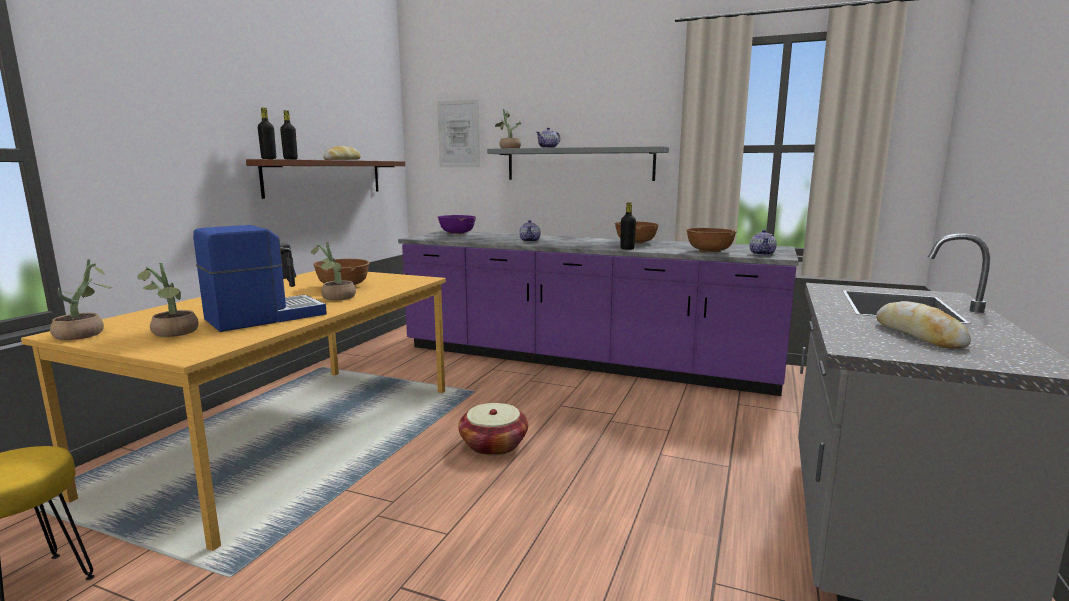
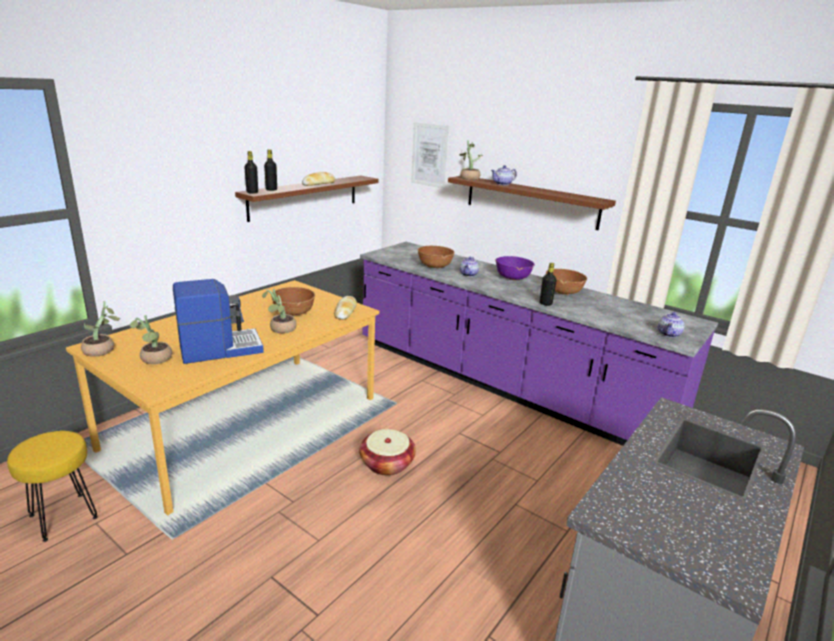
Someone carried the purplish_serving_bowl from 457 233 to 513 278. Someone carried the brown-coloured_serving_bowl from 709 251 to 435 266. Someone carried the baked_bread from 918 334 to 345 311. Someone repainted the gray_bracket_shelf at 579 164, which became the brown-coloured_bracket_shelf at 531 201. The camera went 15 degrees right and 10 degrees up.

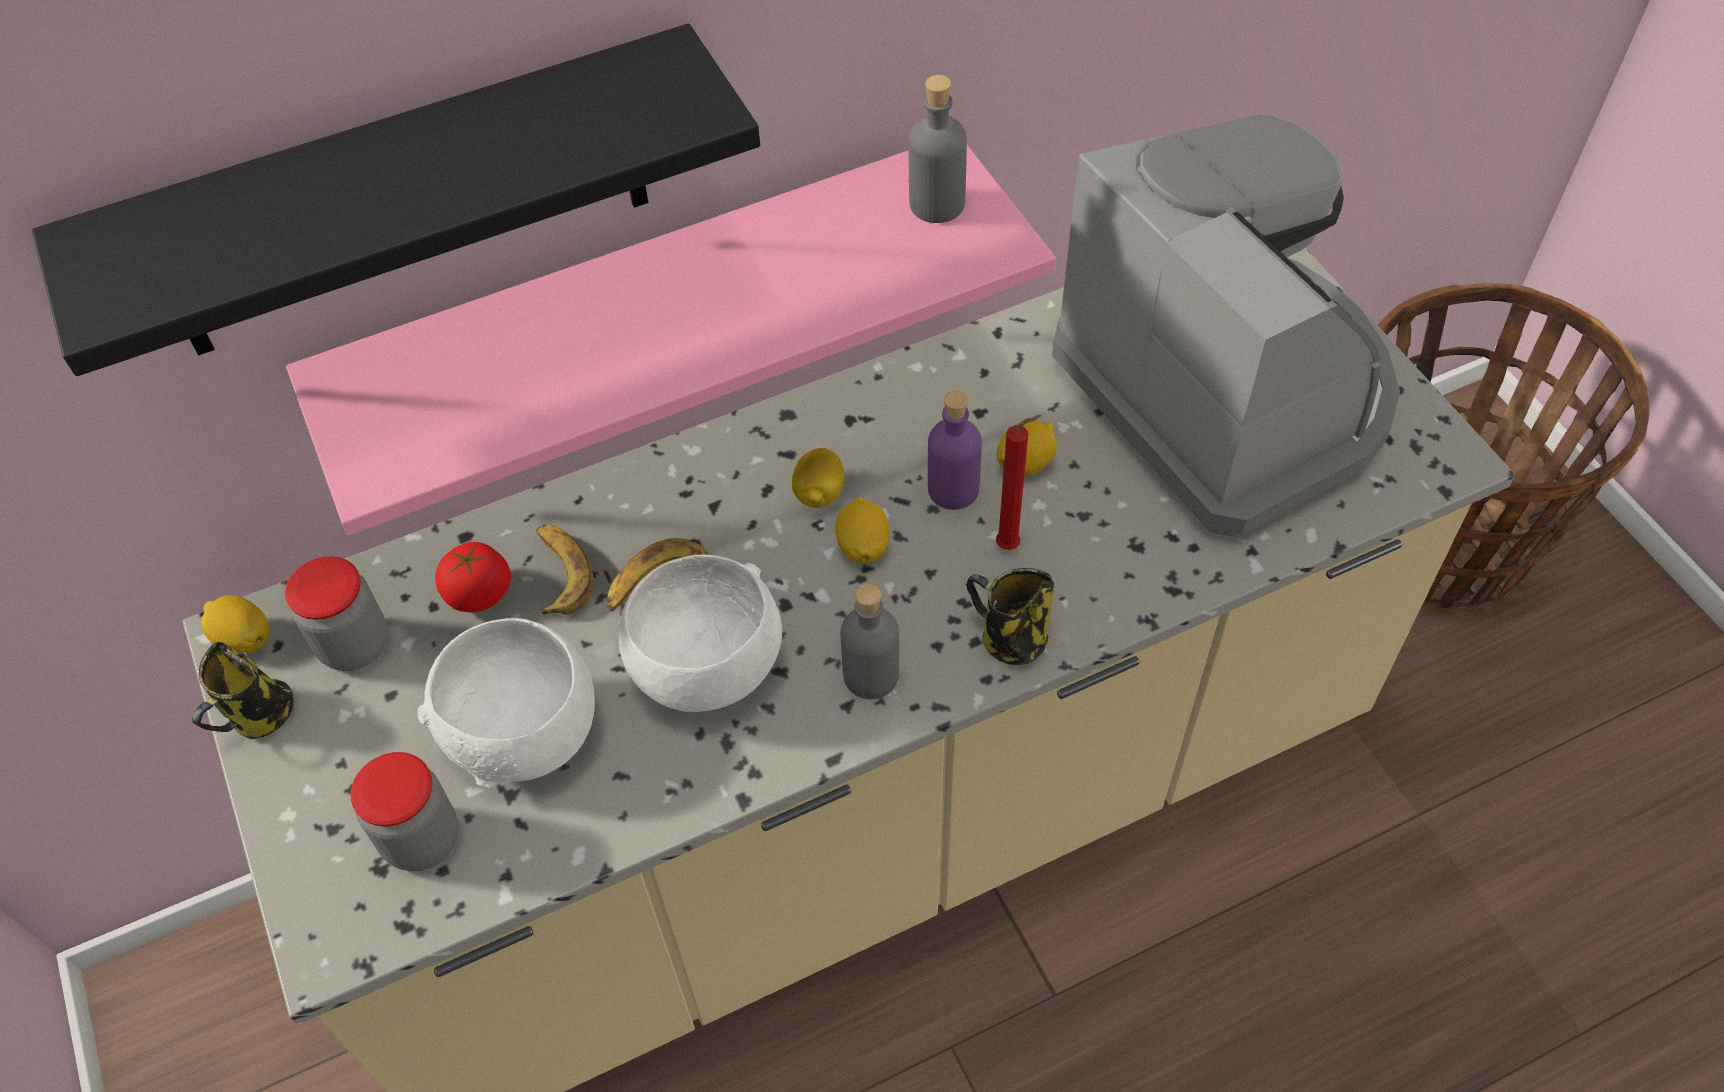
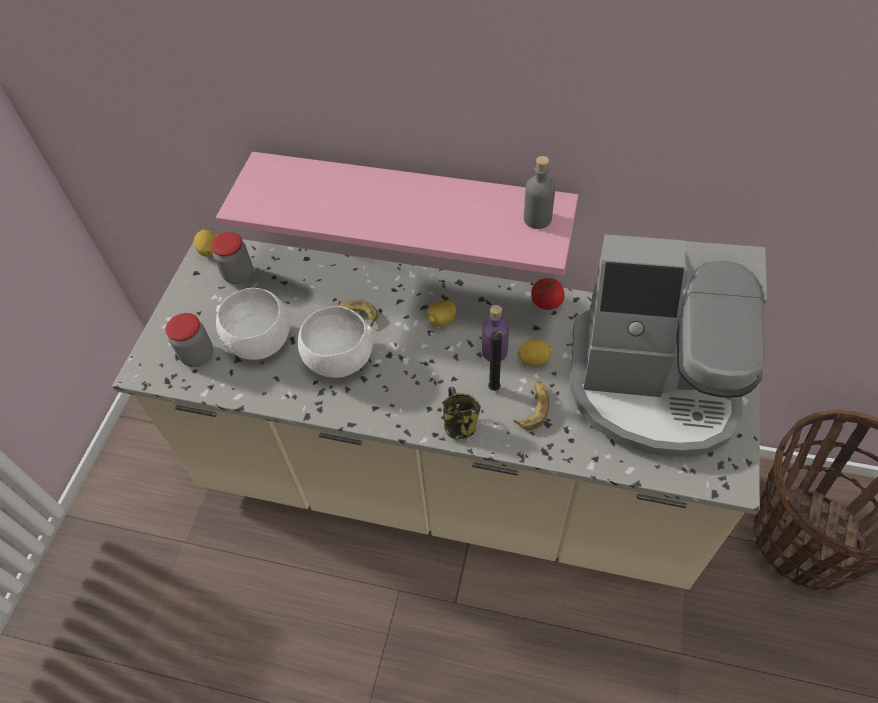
Someone took away the black-coloured_bracket_shelf at 404 200. Someone took away the coffee_mug at 259 716. Someone took away the whole_lemon at 863 546. Someone took away the gray_beverage_bottle at 871 675. Someone carried the tomato from 479 594 to 546 302. Someone carried the banana from 560 573 to 533 408. Someone repainted the reddish_wax_light at 1011 545, which became the black-coloured_wax_light at 496 389. Someone rotated the coffee_brewer at 1228 392 by 90 degrees clockwise. The camera went 40 degrees right and 0 degrees up.

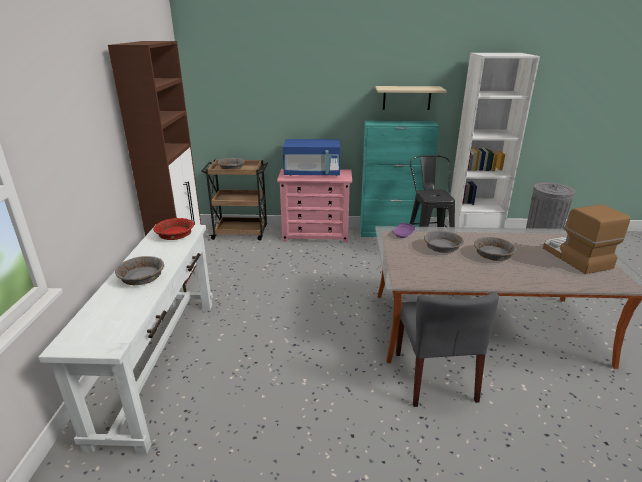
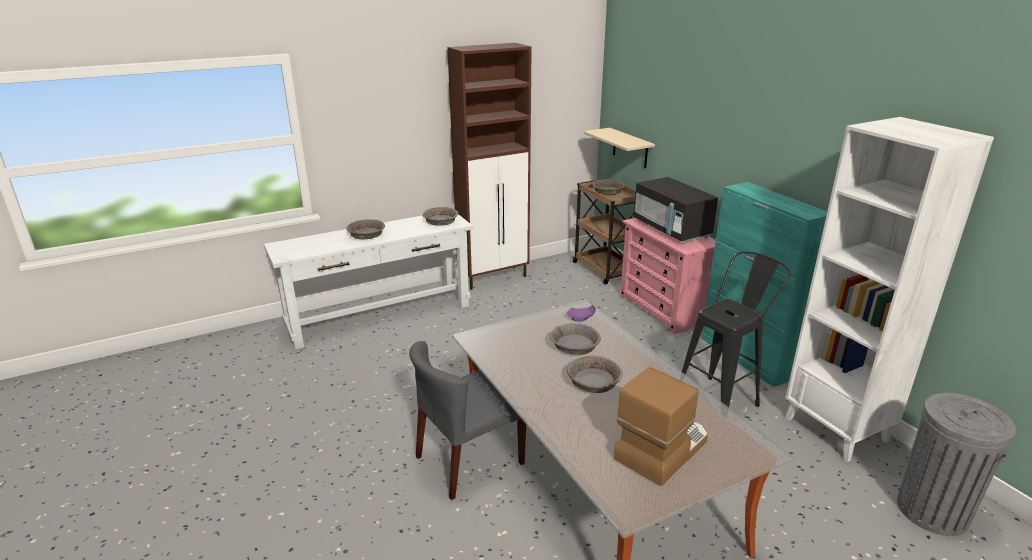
Someone carried the beige_bracket_shelf from 406 98 to 630 148. Someone repainted the reddish_serving_bowl at 175 235, which became the gray_serving_bowl at 440 222. Someone repainted the blue_microwave at 312 173, which became the black-coloured_microwave at 671 229. The camera went 60 degrees right and 0 degrees up.

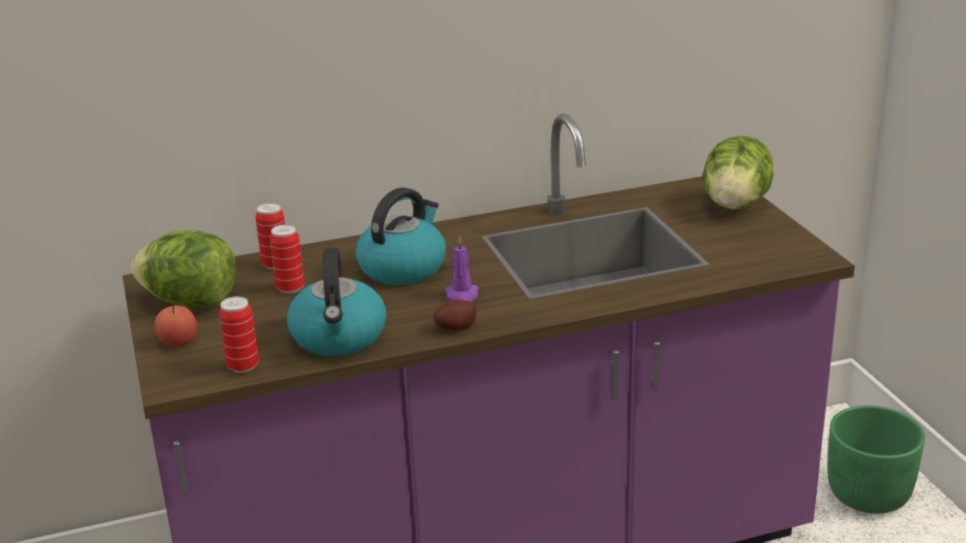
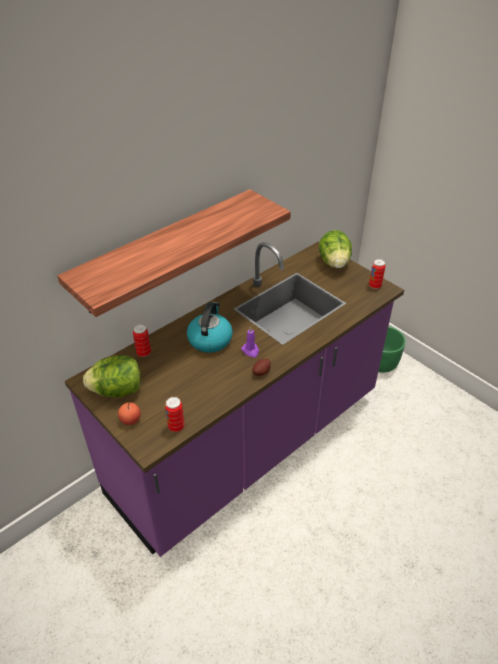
Someone took away the tea_kettle at 339 338. Someone put up the bracket_shelf at 165 251. Someone carried the can from 290 288 to 375 286. The camera went 25 degrees left and 15 degrees up.

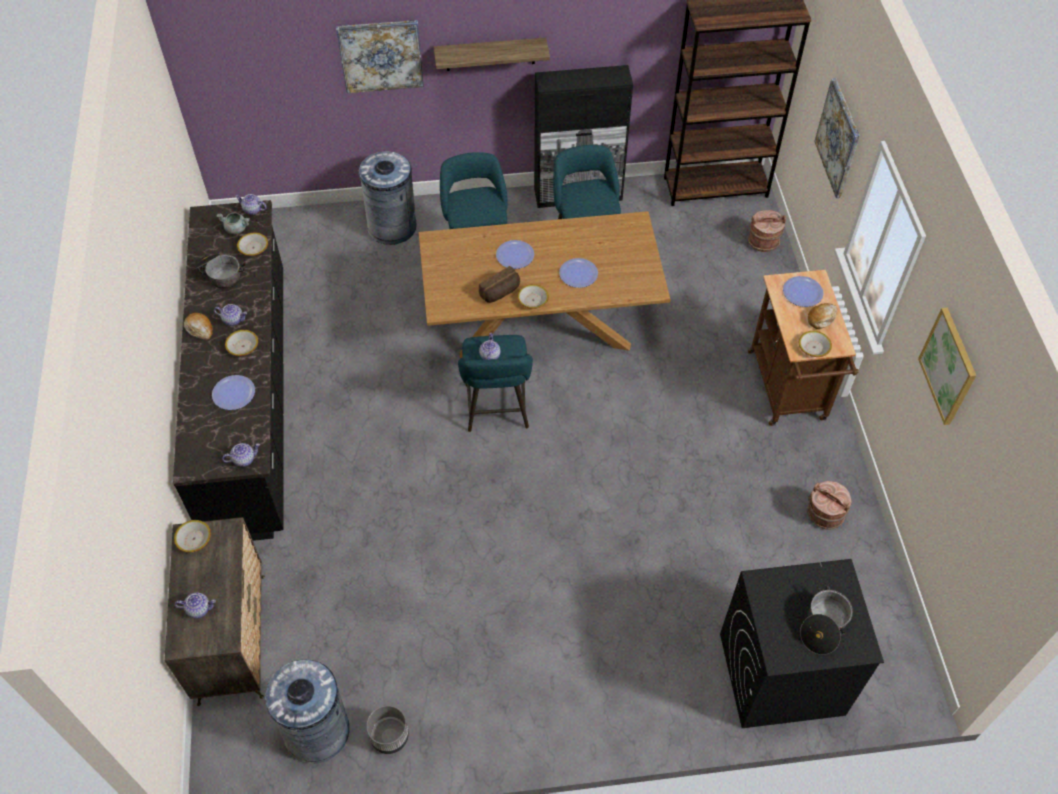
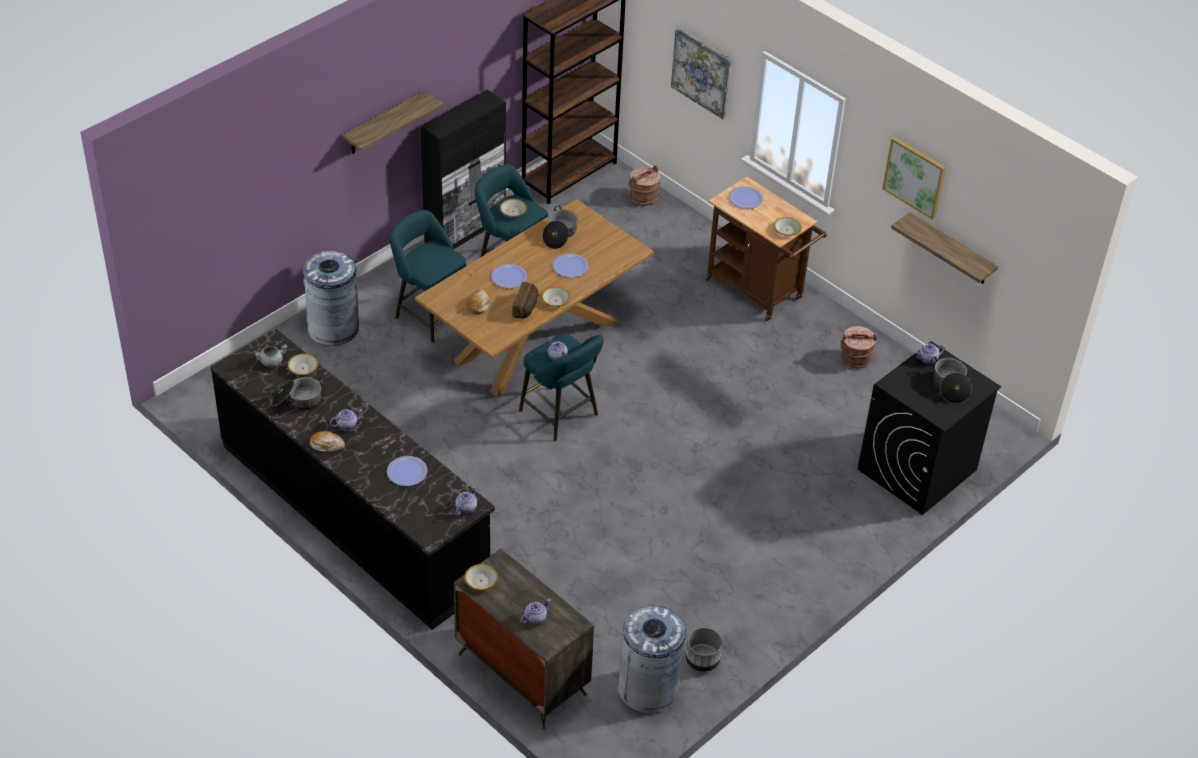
Someone took away the wall_picture at 381 56. Someone put down the saucepot at 559 235. Someone put up the bracket_shelf at 950 250. Someone carried the serving_bowl from 243 346 to 513 212. Someone carried the pot_for_tea from 252 210 to 927 359. Someone carried the baked_bread from 821 318 to 478 305. The camera went 40 degrees left and 10 degrees down.

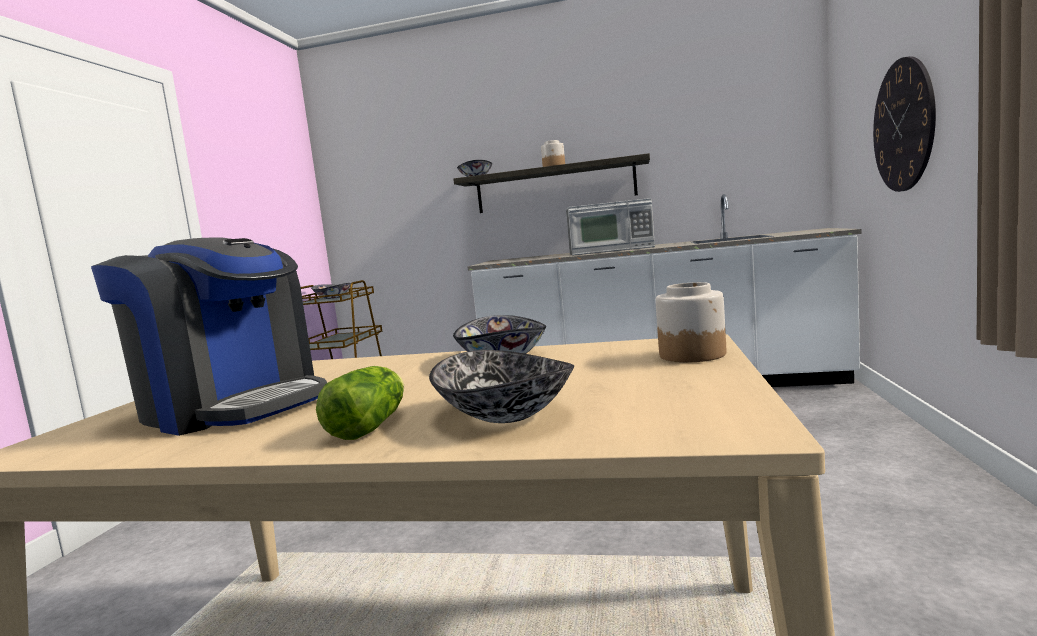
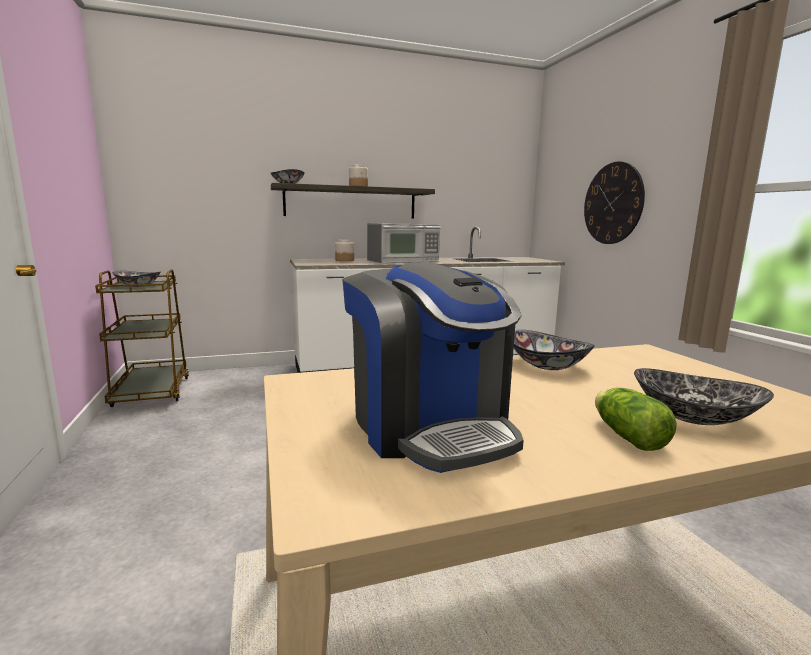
Someone carried the jar from 692 354 to 344 260. Someone rotated the coffee_brewer at 232 406 by 60 degrees clockwise. The camera went 30 degrees left and 5 degrees up.

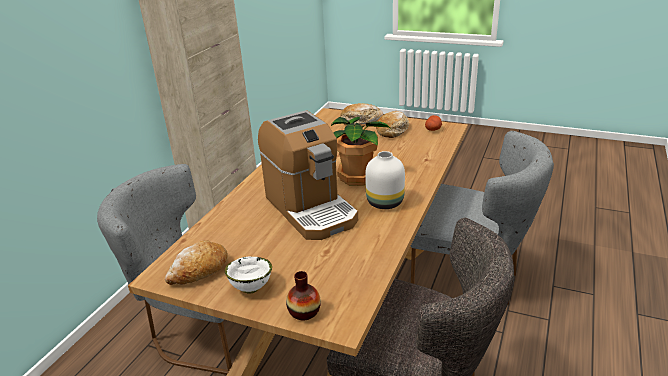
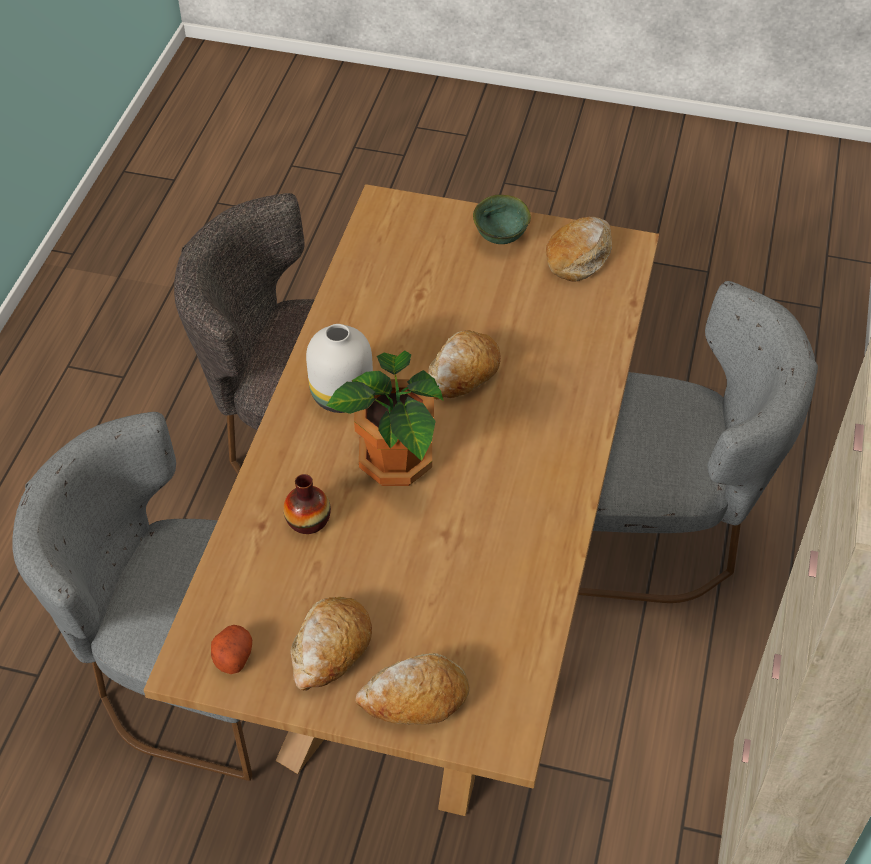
Someone carried the flower_vase from 304 312 to 308 520. Someone swapped the coffee_brewer at 310 209 for the baked_bread at 462 374. Someone repainted the whitish_serving_bowl at 250 288, which became the greenish_serving_bowl at 502 238. The camera went 170 degrees right and 20 degrees up.

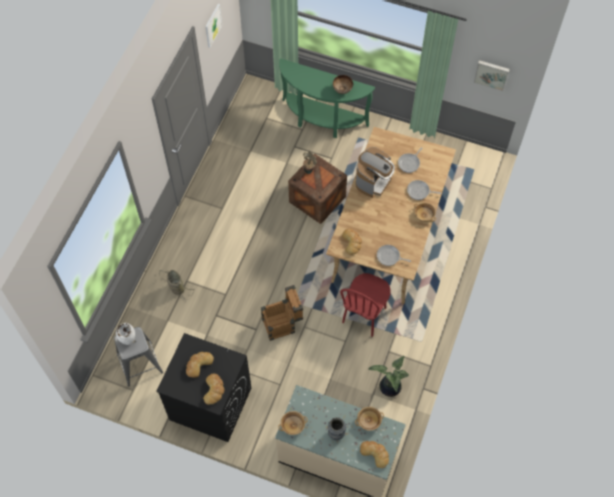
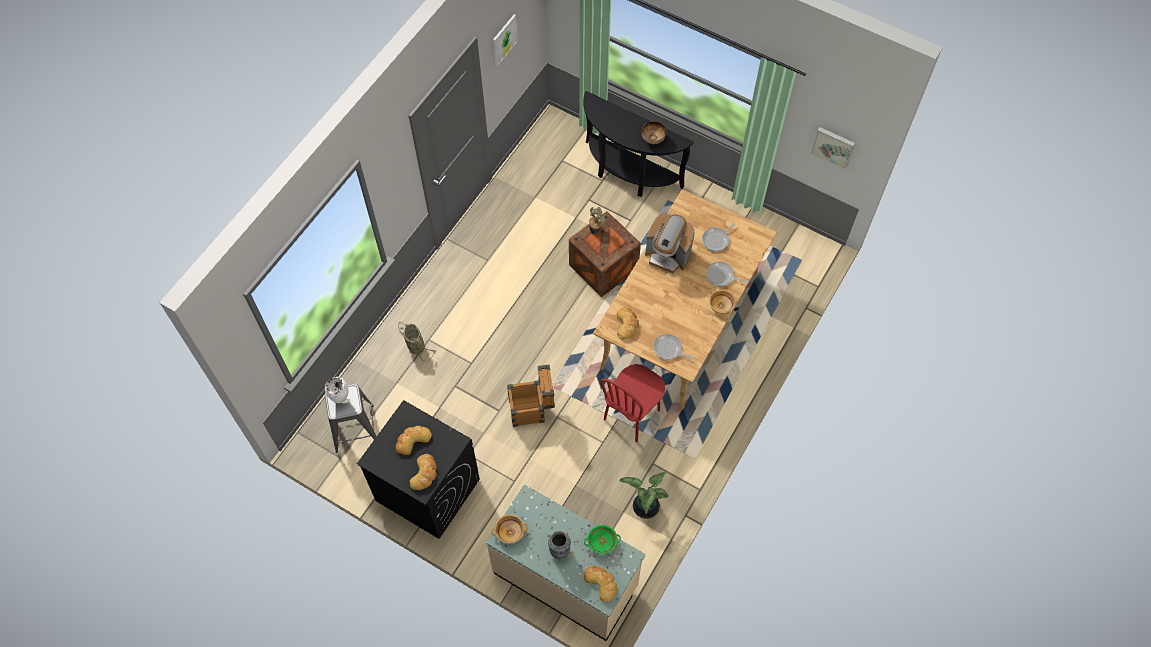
Someone repainted the greenish_hall_table at 321 121, which became the black-coloured_hall_table at 627 173. Someone repainted the beige_serving_bowl at 368 421, which became the greenish_serving_bowl at 602 542. Someone rotated the coffee_brewer at 373 181 by 75 degrees clockwise. The camera went 10 degrees right and 0 degrees up.

